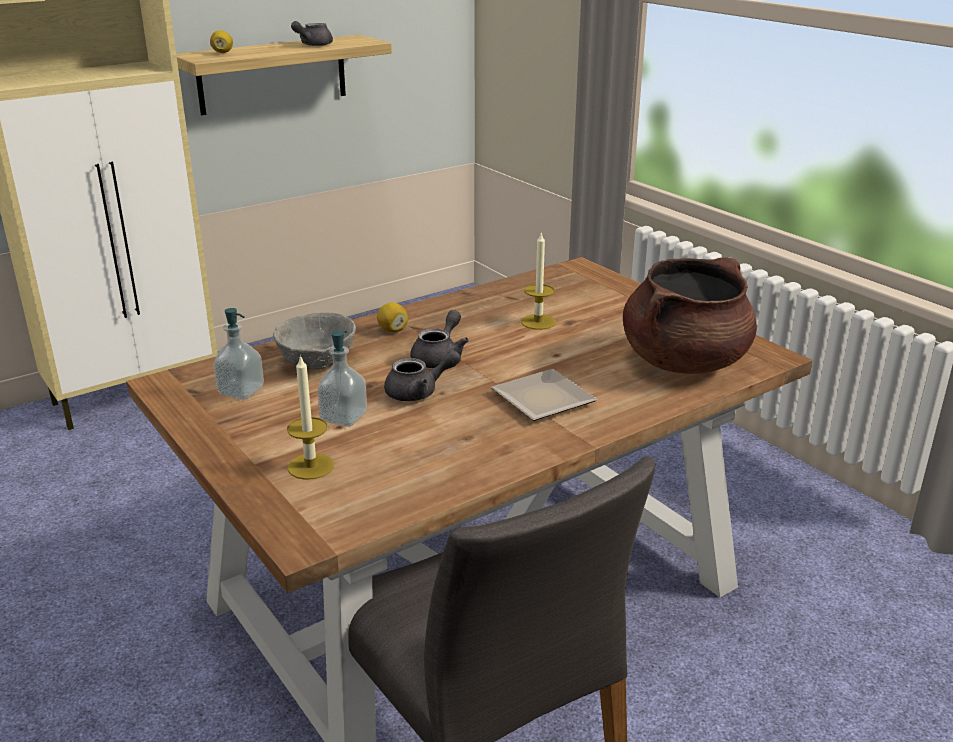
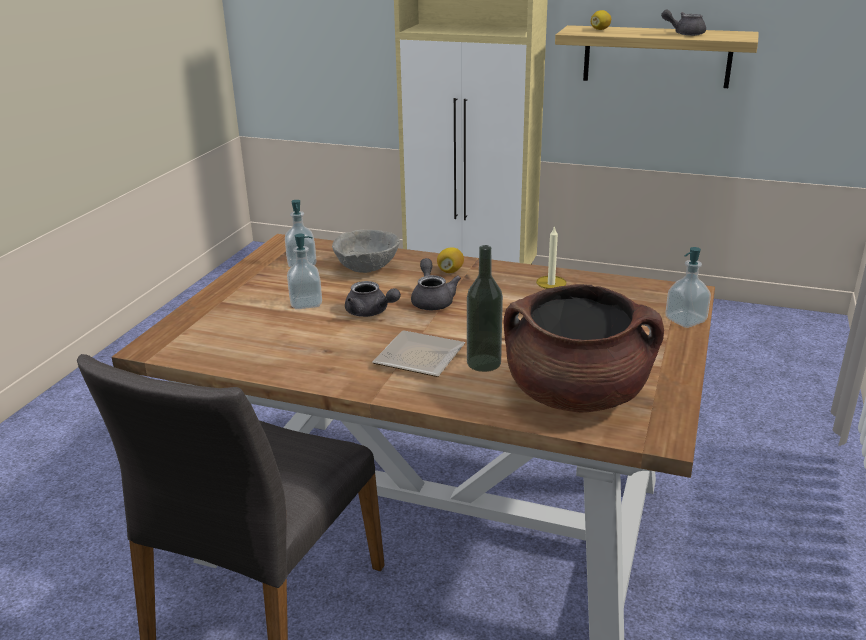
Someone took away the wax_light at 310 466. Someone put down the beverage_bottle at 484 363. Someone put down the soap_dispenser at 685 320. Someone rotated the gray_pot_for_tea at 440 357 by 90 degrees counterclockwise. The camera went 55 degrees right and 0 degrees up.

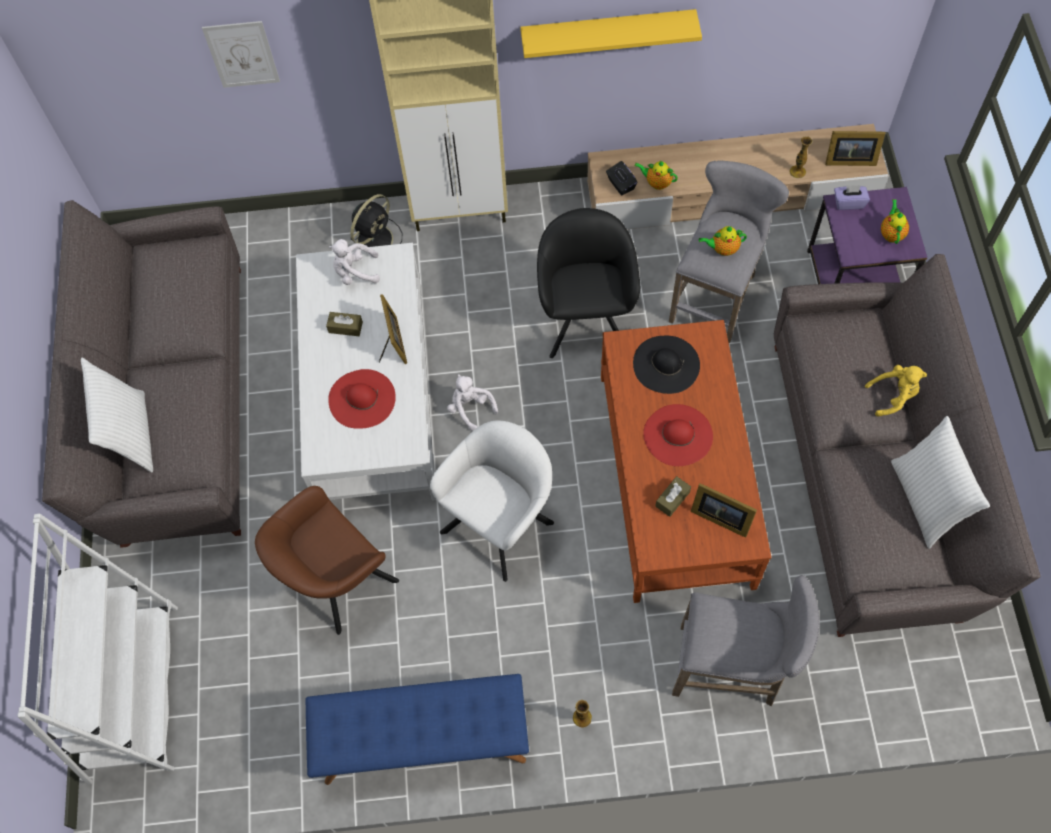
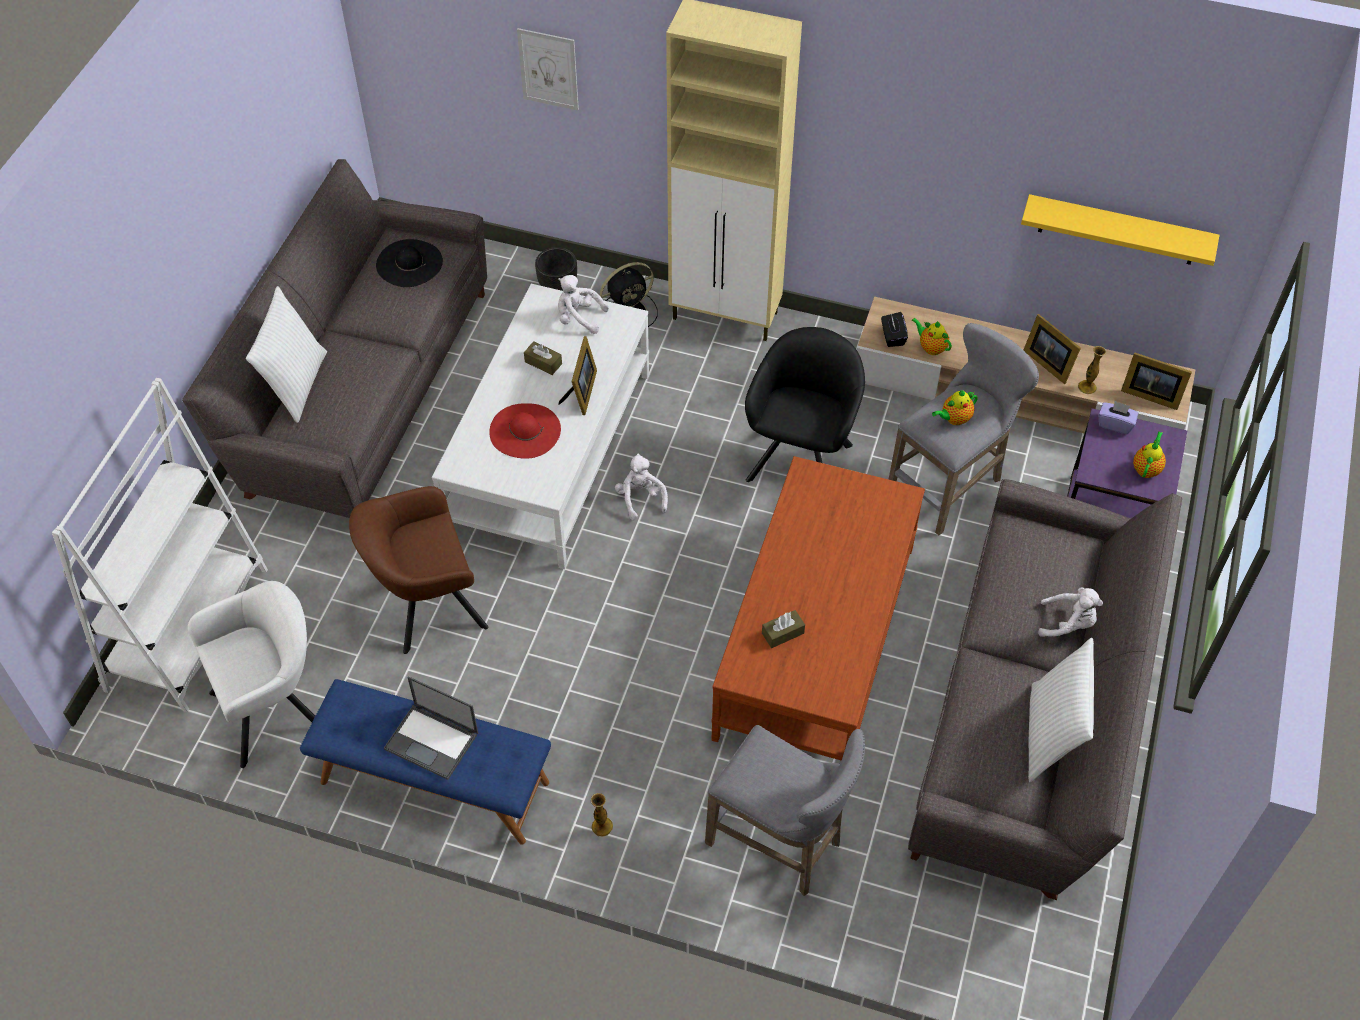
Someone took away the reddish_wearable_hat at 678 435. Someone put down the notebook_computer at 432 741. Someone put down the black-coloured_plant_pot at 558 288. Someone carried the whitish_easy_chair from 501 522 to 275 708. Someone carried the yellow-coloured_bracket_shelf from 607 33 to 1118 230. Someone carried the black-coloured_wearable_hat from 666 364 to 409 263. Someone carried the standing_frame from 719 516 to 1048 362. Someone repainted the yellow-coloured_soft_toy at 893 396, which became the whitish_soft_toy at 1068 623. Someone rotated the pot_for_tea at 722 249 by 45 degrees counterclockwise. The camera went 20 degrees right and 10 degrees down.

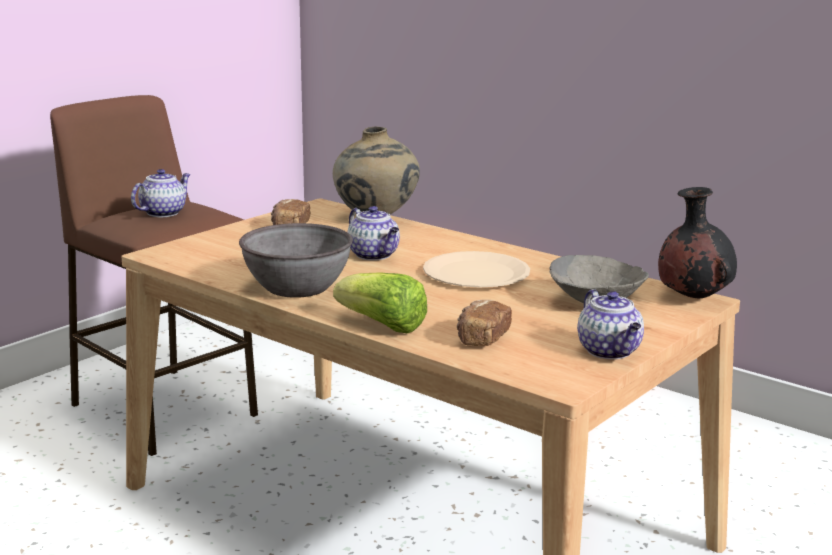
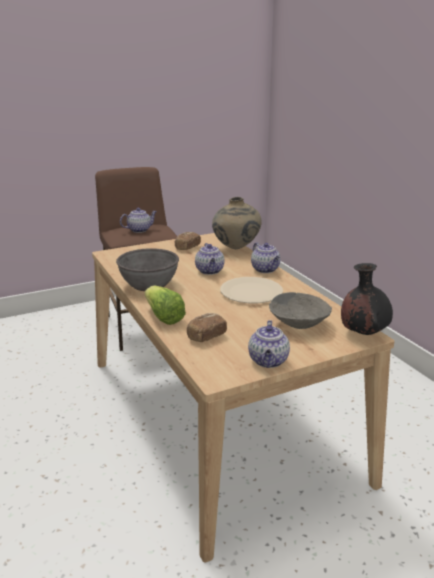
Someone put down the pot_for_tea at 266 270. The camera went 25 degrees right and 5 degrees up.

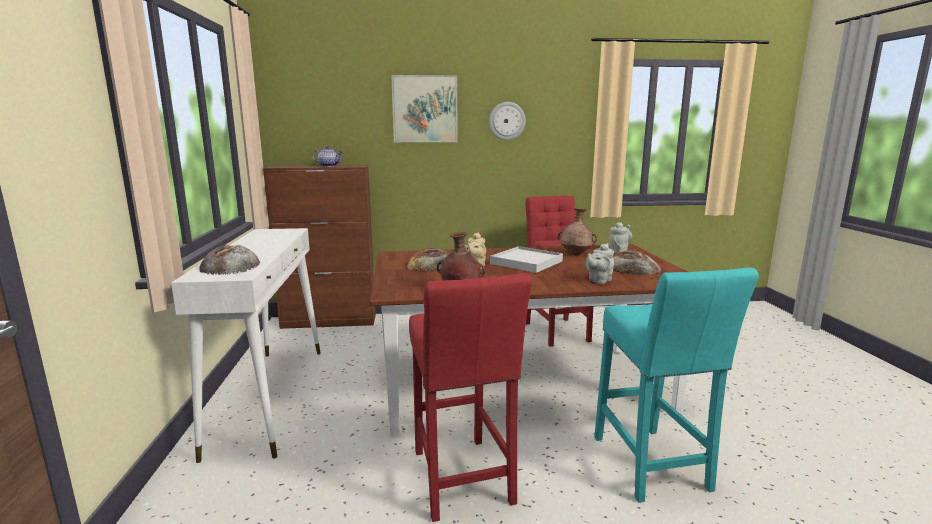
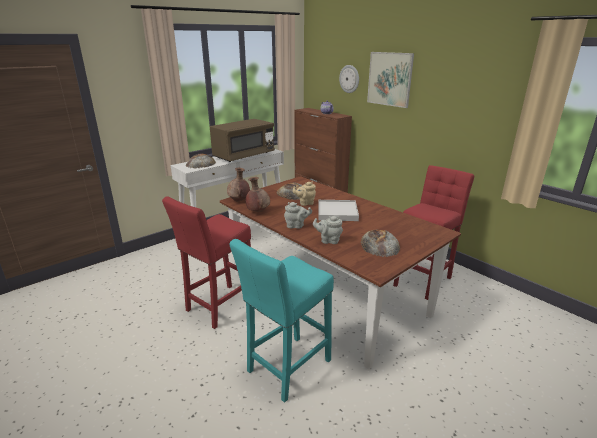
Someone put down the brown-coloured_microwave at 244 156. Someone carried the hanging_clock from 507 121 to 349 79. Someone carried the brown-coloured_flower_vase from 576 254 to 239 201. Someone carried the gray_pot_for_tea from 619 251 to 296 226. The camera went 55 degrees right and 10 degrees up.

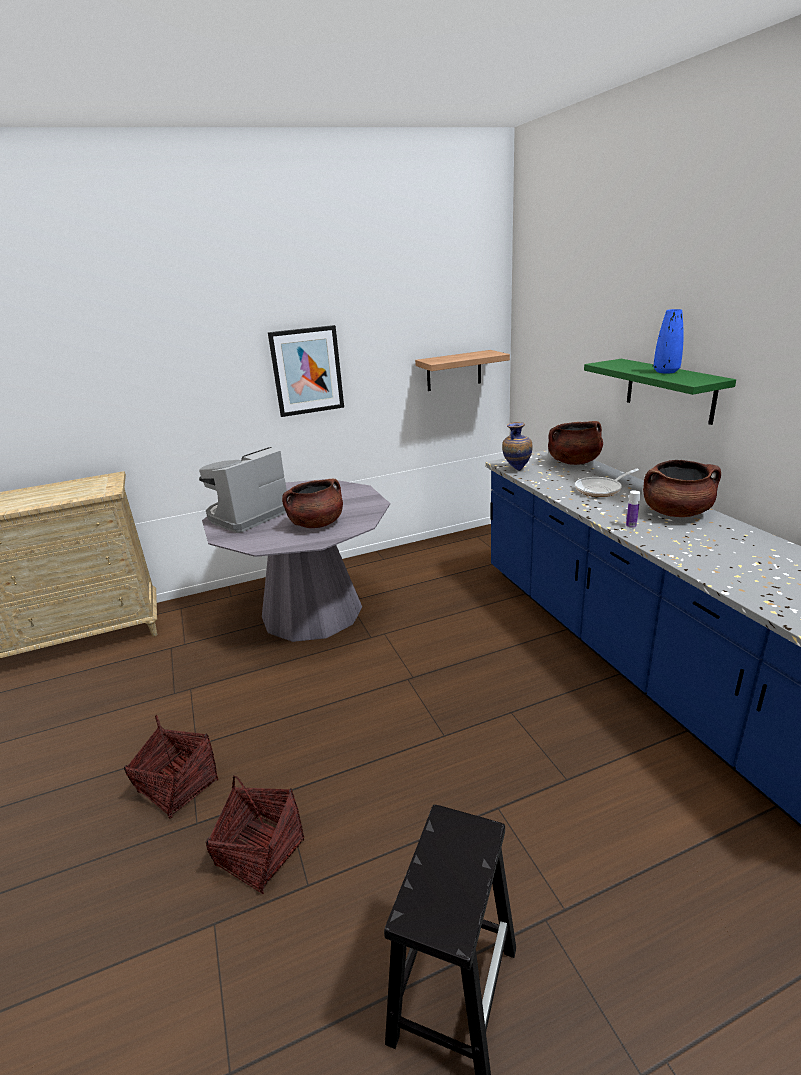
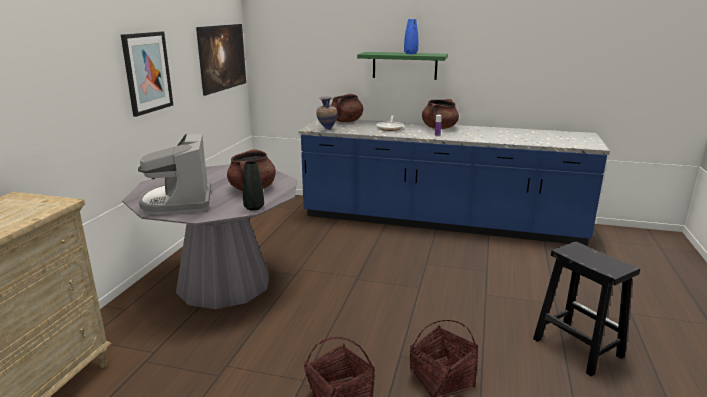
Someone put down the black-coloured_flower_vase at 254 208. Someone swapped the bracket_shelf at 454 371 for the wall_picture at 223 73. The camera went 55 degrees left and 5 degrees down.

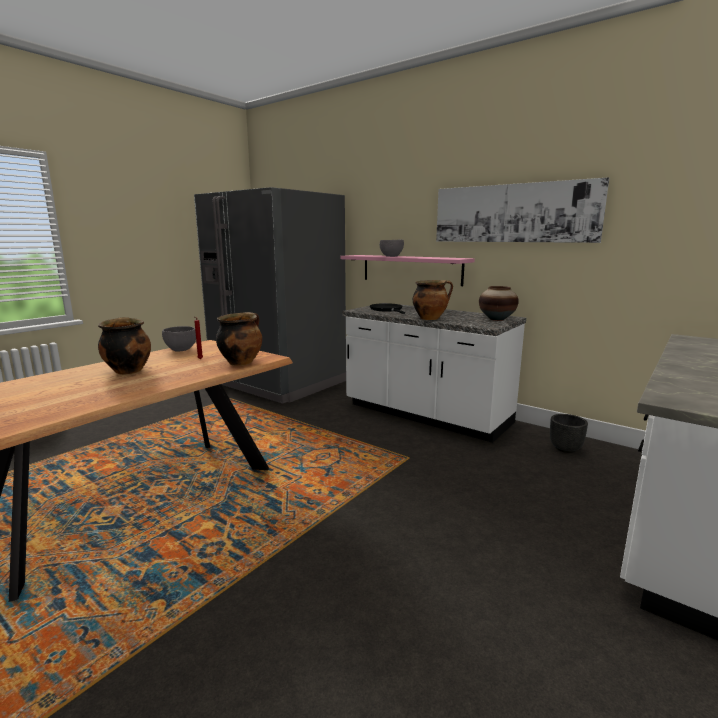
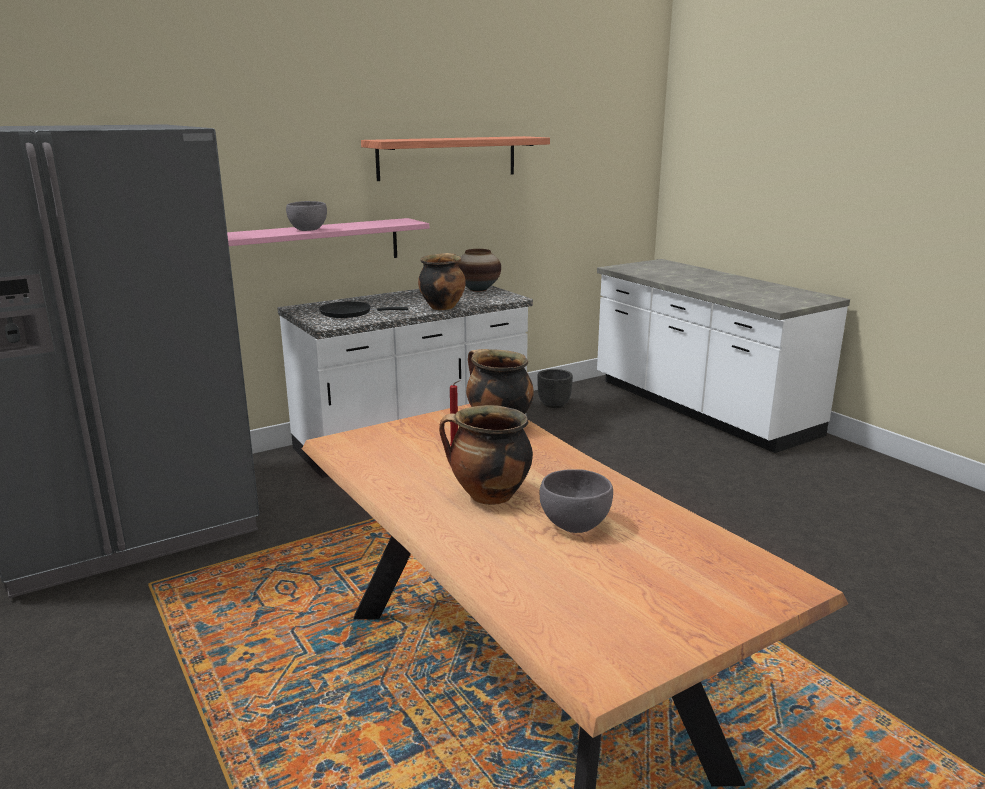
Someone carried the gray_serving_bowl from 181 350 to 575 525. Someone swapped the wall_picture at 513 213 for the bracket_shelf at 448 157. The camera went 70 degrees left and 5 degrees up.

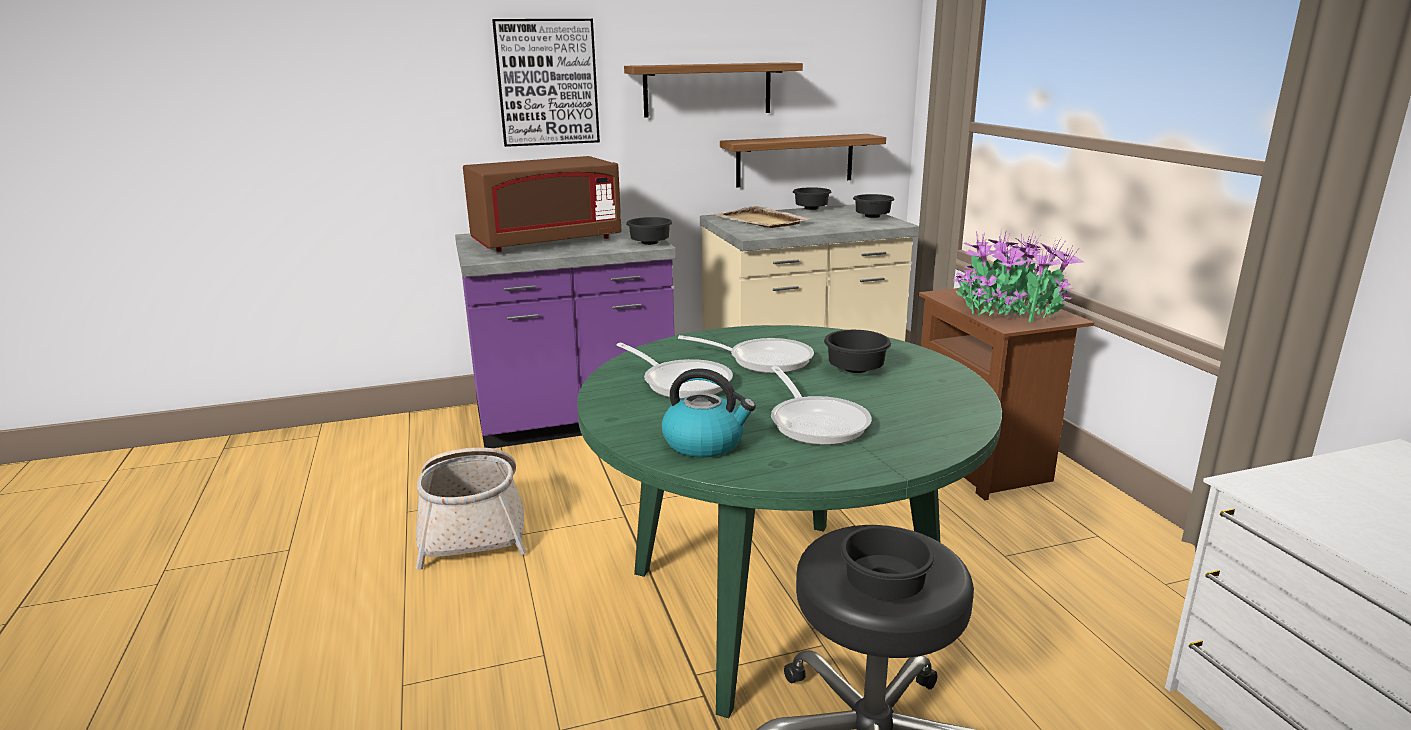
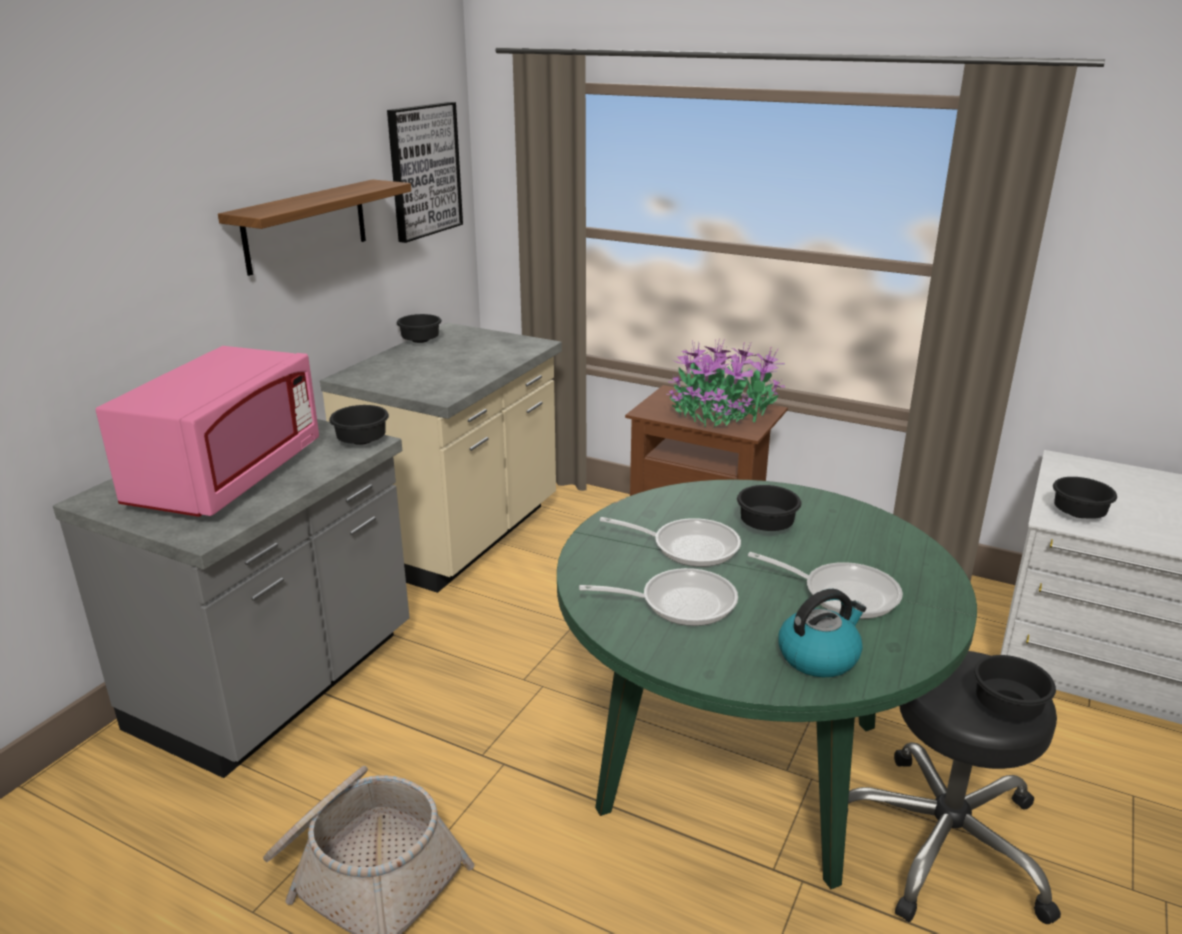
Someone took away the beige_tray at 761 221. Someone took away the bracket_shelf at 795 160. Someone carried the wall_picture from 547 82 to 424 170. Someone carried the black-coloured_serving_bowl from 871 217 to 1076 514. Someone repainted the purplish_kitchen_counter at 574 419, which became the gray_kitchen_counter at 278 684. Someone repainted the brown-coloured_microwave at 546 242, which became the pink-coloured_microwave at 228 477. Someone rotated the skillet at 763 360 by 45 degrees clockwise. The camera went 45 degrees left and 5 degrees up.

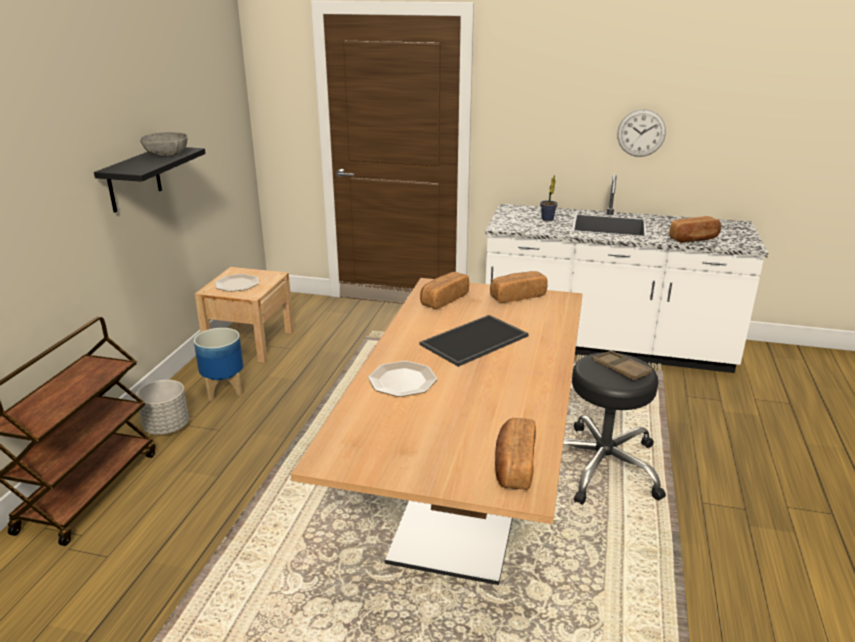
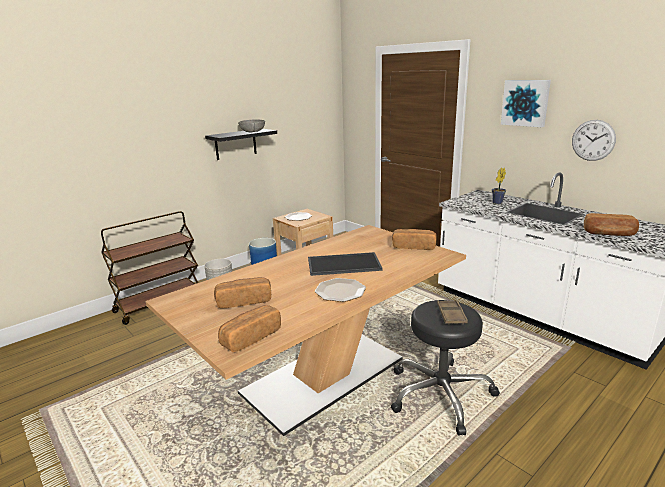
Someone put up the wall_picture at 525 103. Someone carried the flat_dish from 402 380 to 340 291. Someone carried the baked_bread from 443 300 to 244 301. The camera went 35 degrees right and 5 degrees down.

